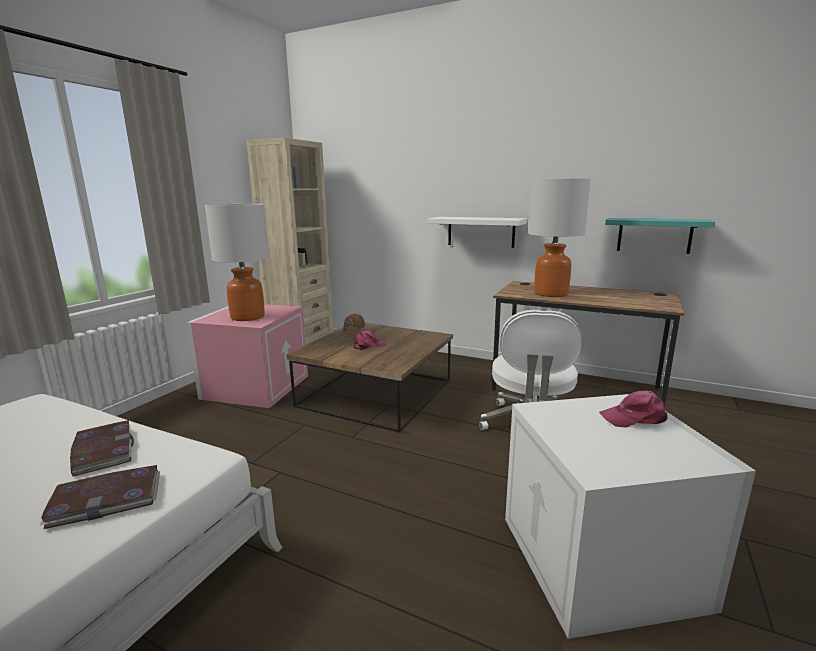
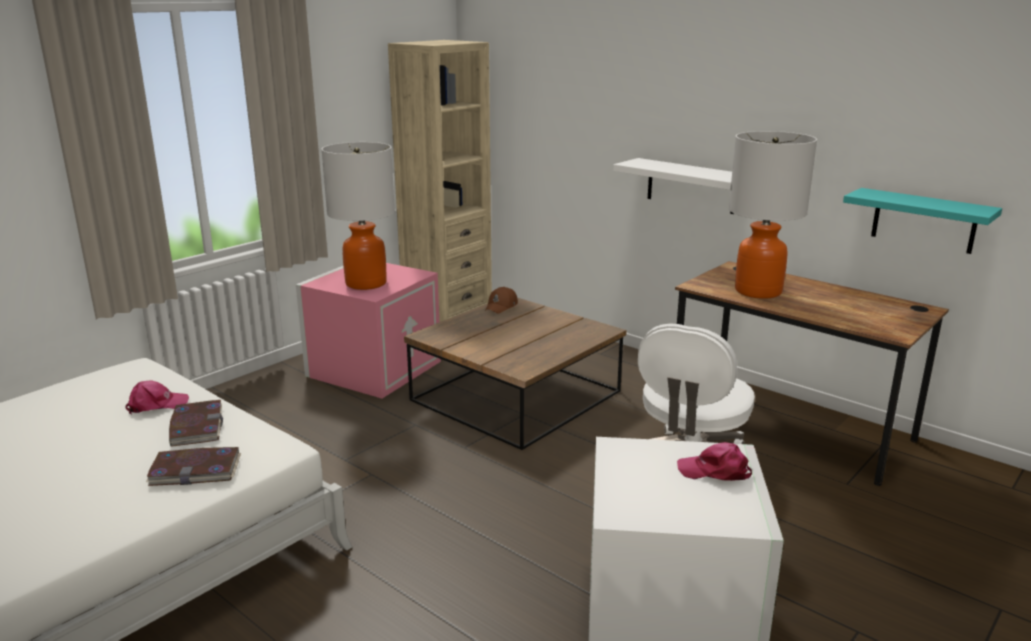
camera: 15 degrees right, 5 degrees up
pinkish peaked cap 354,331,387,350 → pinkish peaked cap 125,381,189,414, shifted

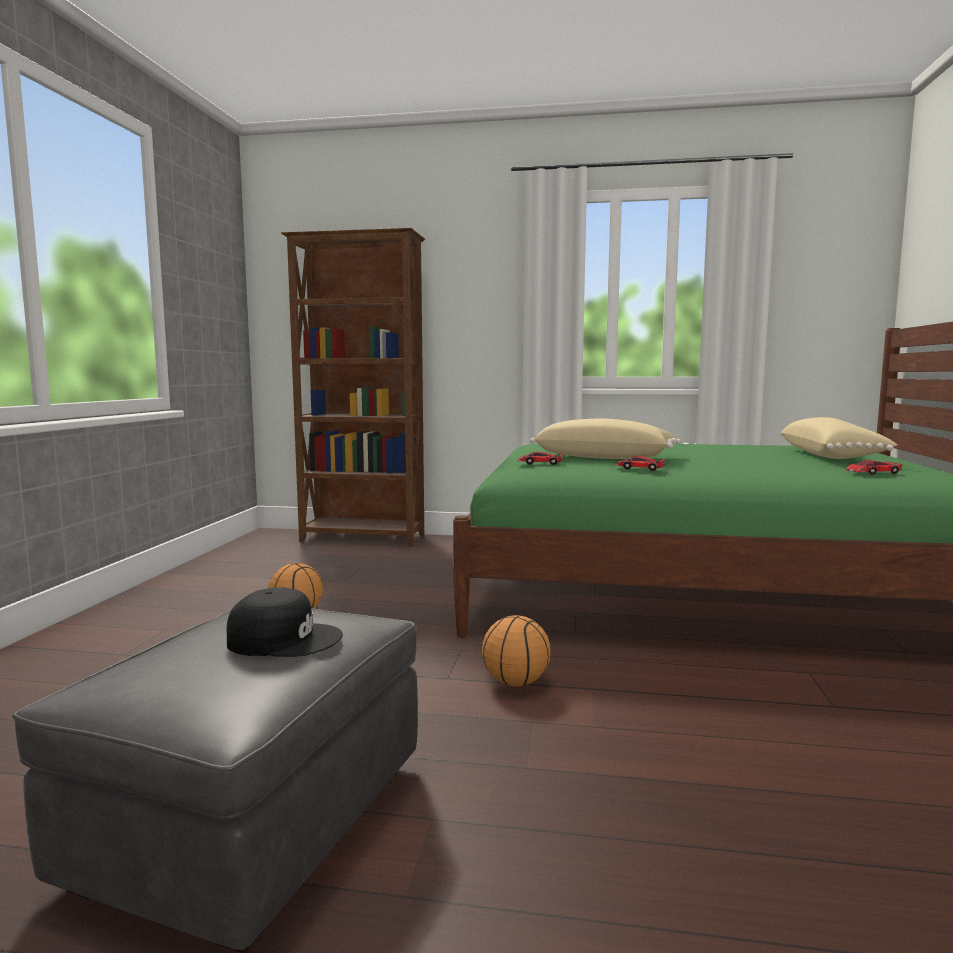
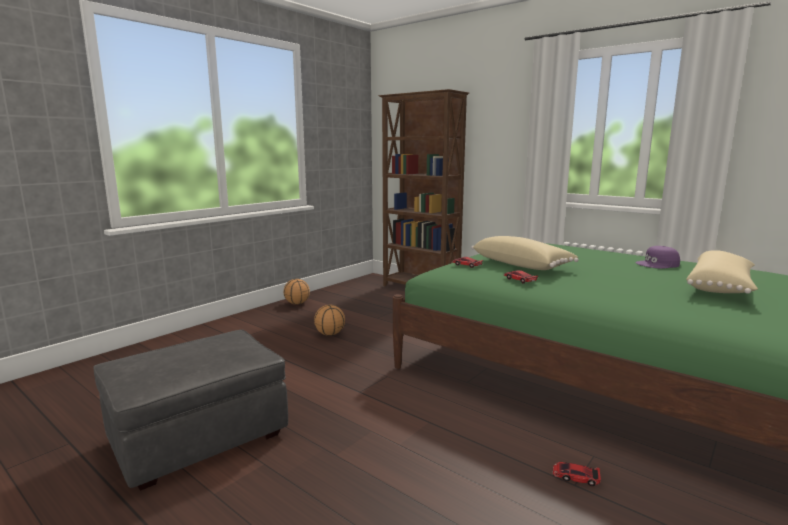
camera: 30 degrees right, 5 degrees up
black-coloured peaked cap 227,587,343,657 → -
- → purple peaked cap 635,246,680,269
ball for basketball 482,615,551,686 → ball for basketball 284,279,310,305, shifted
model car 846,460,903,475 → model car 553,462,601,486, shifted

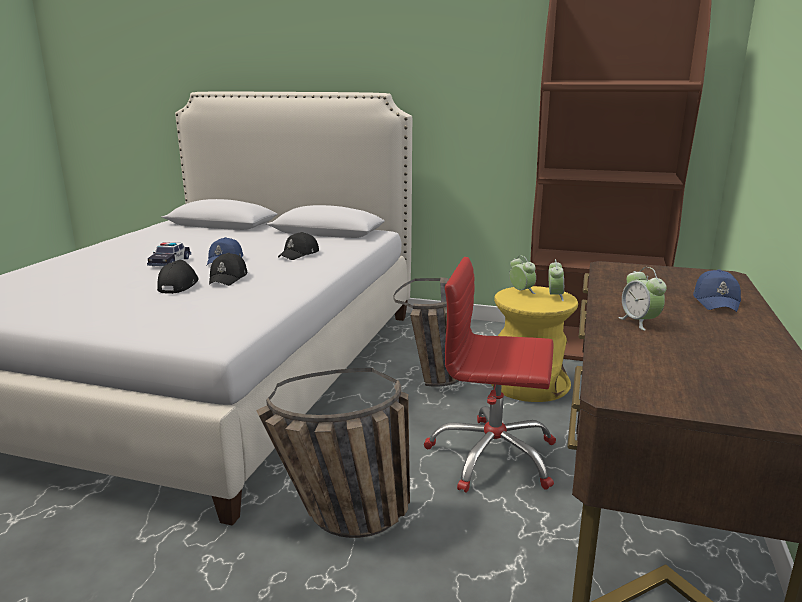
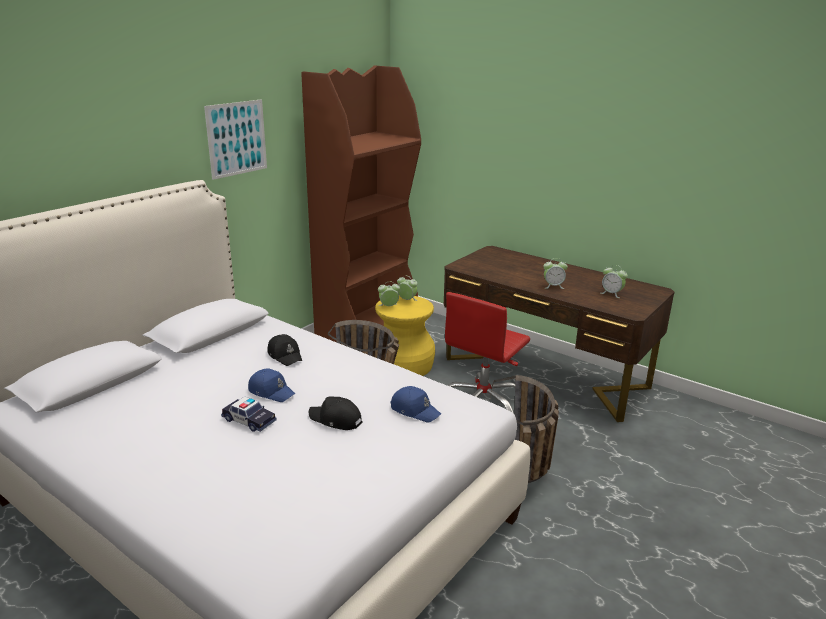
camera: 70 degrees left, 5 degrees up
black-coloured peaked cap 209,253,248,286 → -
- → wall art 204,99,267,180
- → bedside clock 601,265,628,298
blue peaked cap 693,269,741,312 → blue peaked cap 390,386,441,422, shifted

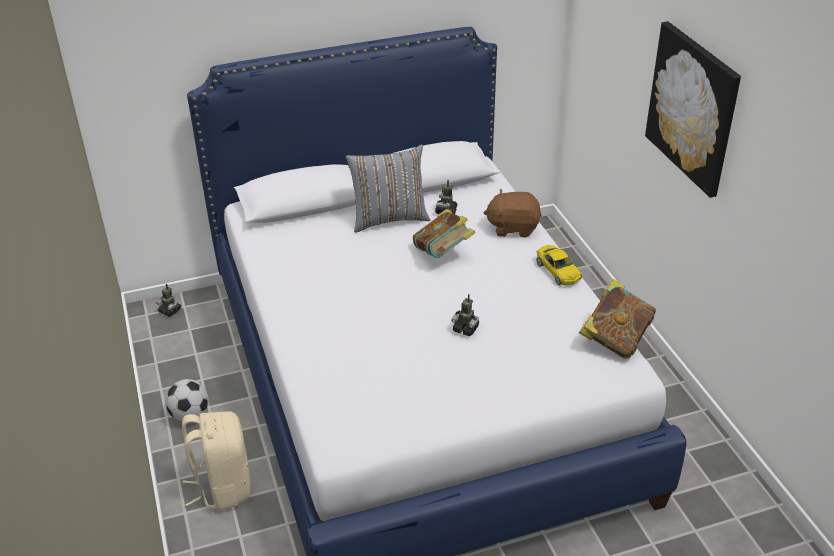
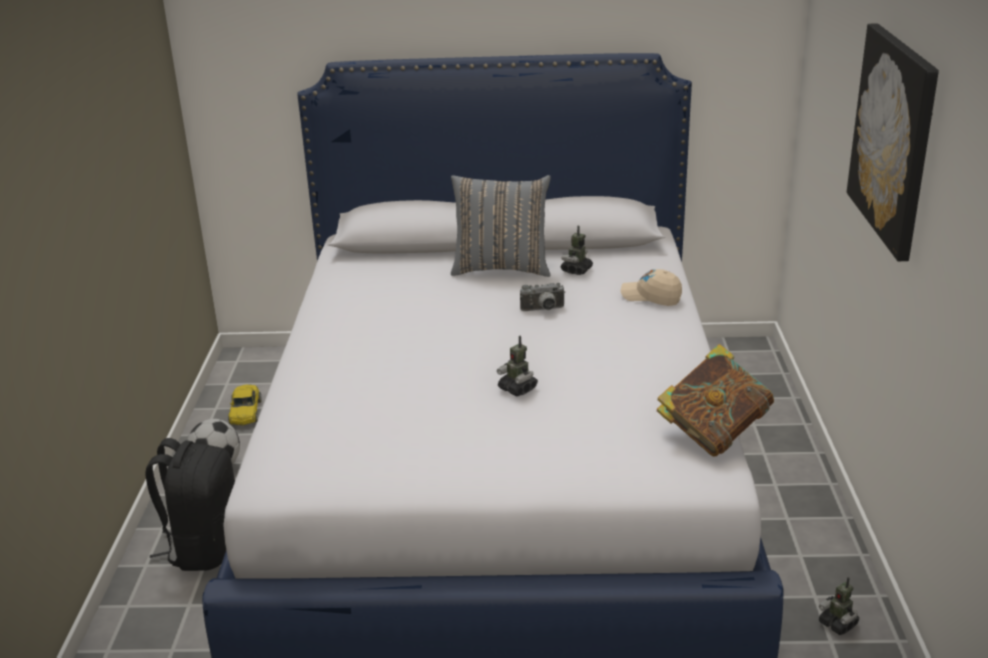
camera: 20 degrees right, 10 degrees down
model robot 156,283,181,317 → model robot 819,577,859,635, shifted
yellow model car 536,245,582,285 → yellow model car 228,385,261,426, shifted
book 413,209,476,258 → photo camera 520,283,565,311
brown soft toy 483,189,542,238 → beige-coloured peaked cap 621,269,682,306
beige-coloured knapsack 182,411,251,510 → black-coloured knapsack 145,438,235,571

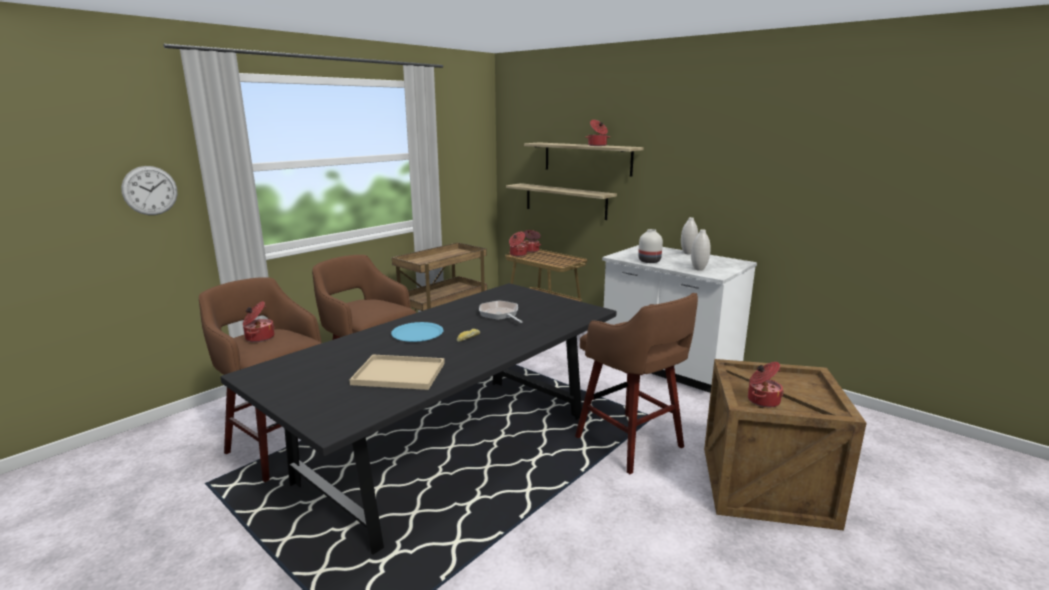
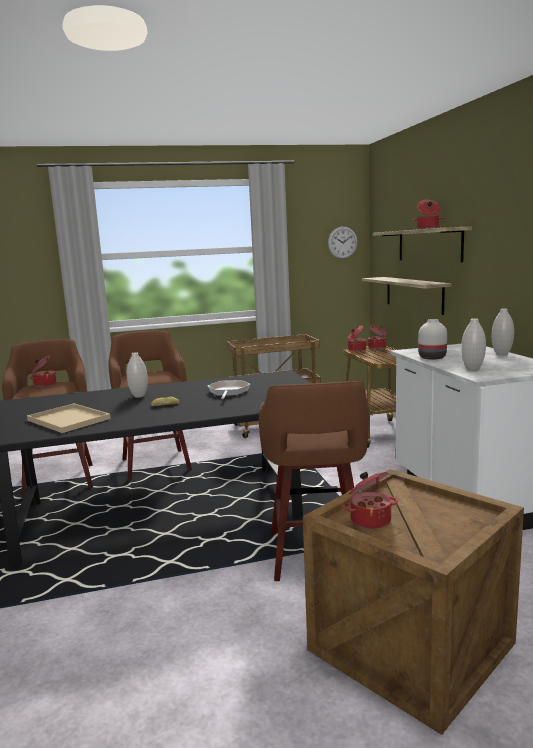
camera: 35 degrees right, 5 degrees down
clock on the wall 121,166,177,215 → clock on the wall 328,226,358,259, shifted
blue dinner plate 391,322,443,342 → white-coloured flower vase 127,352,148,398

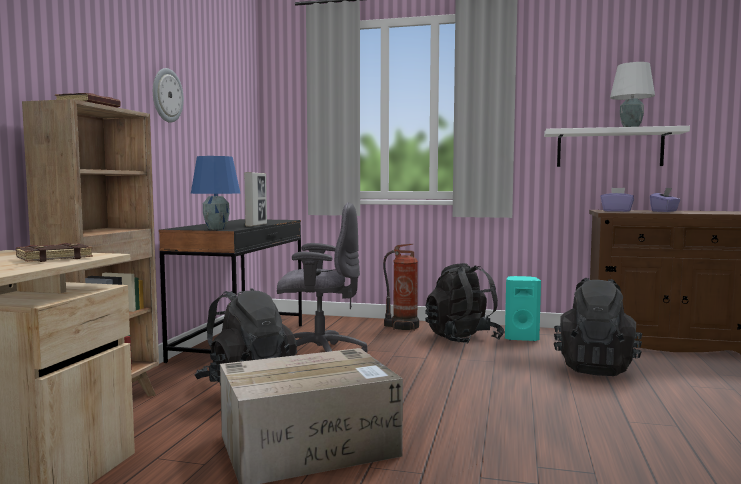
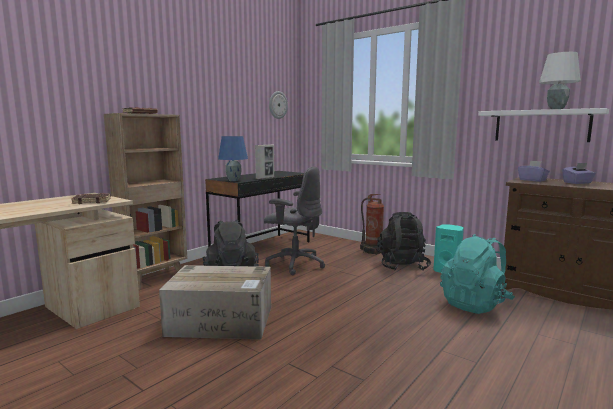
camera: 25 degrees right, 5 degrees up
clock on the wall 153,68,184,123 → clock on the wall 269,91,288,119, shifted
black-coloured knapsack 554,278,642,376 → blue-green knapsack 440,234,515,314

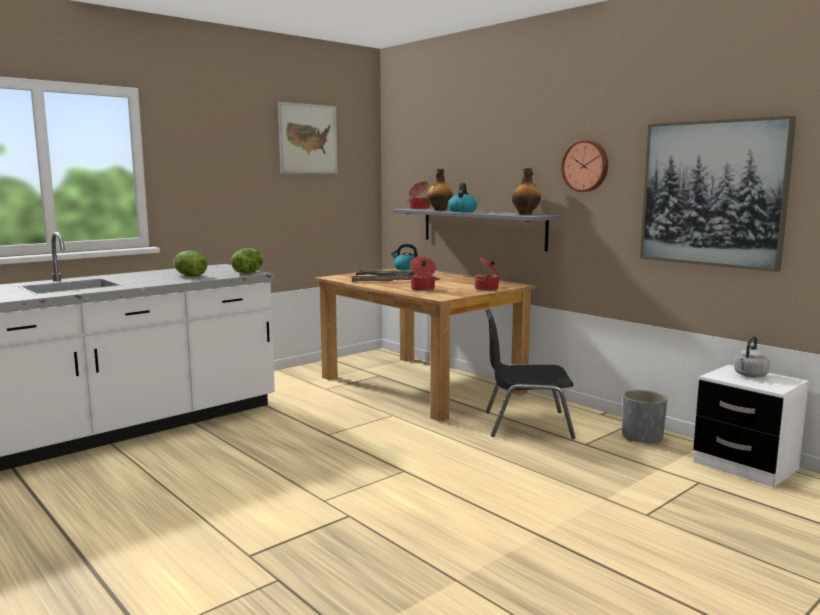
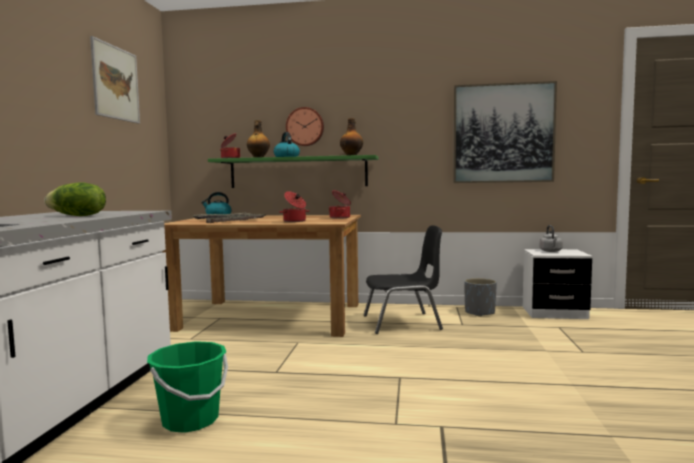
camera: 40 degrees left, 5 degrees down
lettuce head 231,248,264,274 → -
- → green-coloured pail 147,341,228,433
clock on the wall 561,140,608,192 → clock on the wall 286,107,324,146, shifted
grey bracket shelf 393,208,560,251 → green-coloured bracket shelf 208,155,379,188
black-coloured chair 486,309,576,439 → black-coloured chair 364,225,443,334, 150 degrees counterclockwise

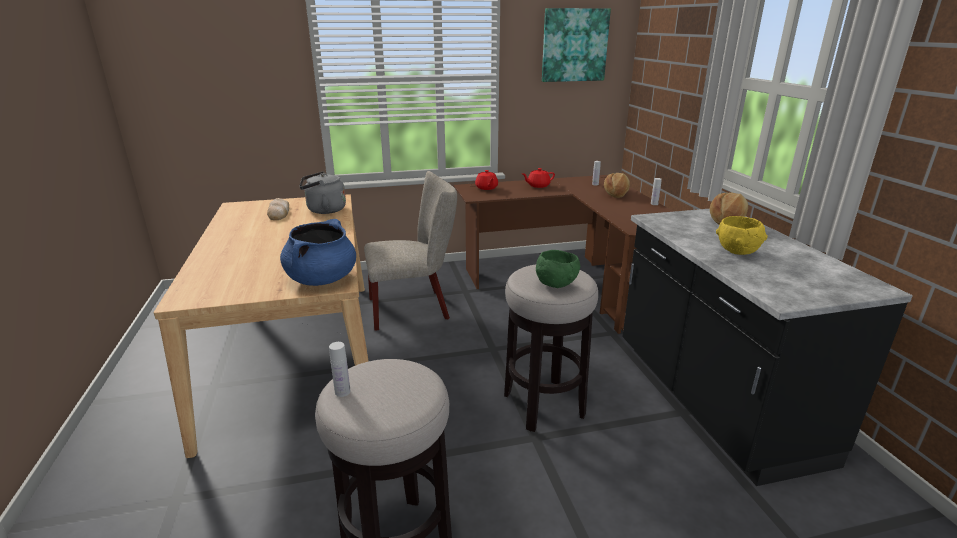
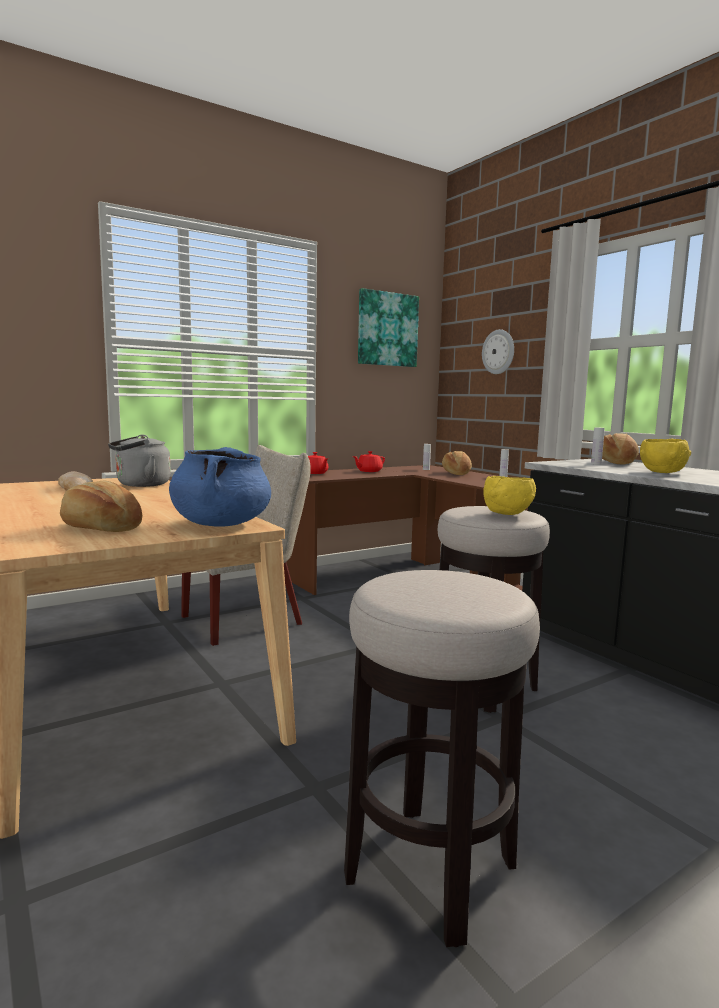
camera: 20 degrees left, 15 degrees down
- → bakery bread 60,481,142,532
- → clock on the wall 482,329,514,374
white-coloured beverage bottle 329,342,350,397 → white-coloured beverage bottle 591,427,605,465, shifted
green-coloured bowl 536,250,580,288 → yellow bowl 483,476,536,515

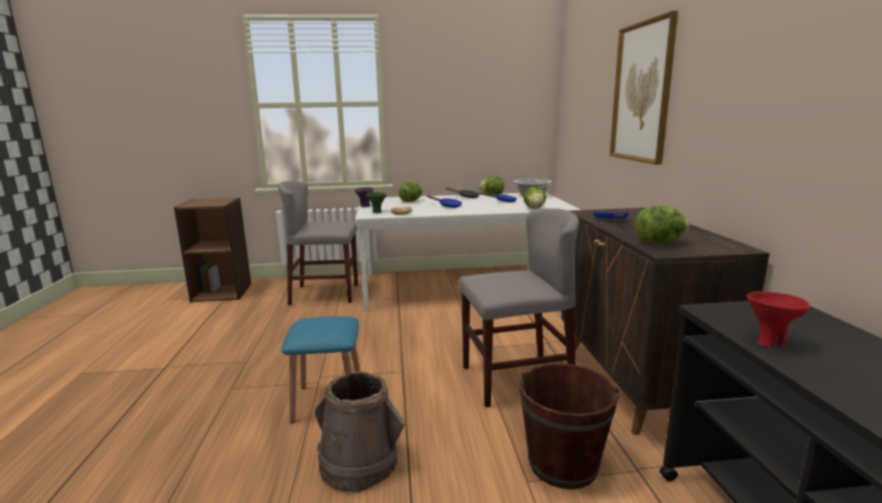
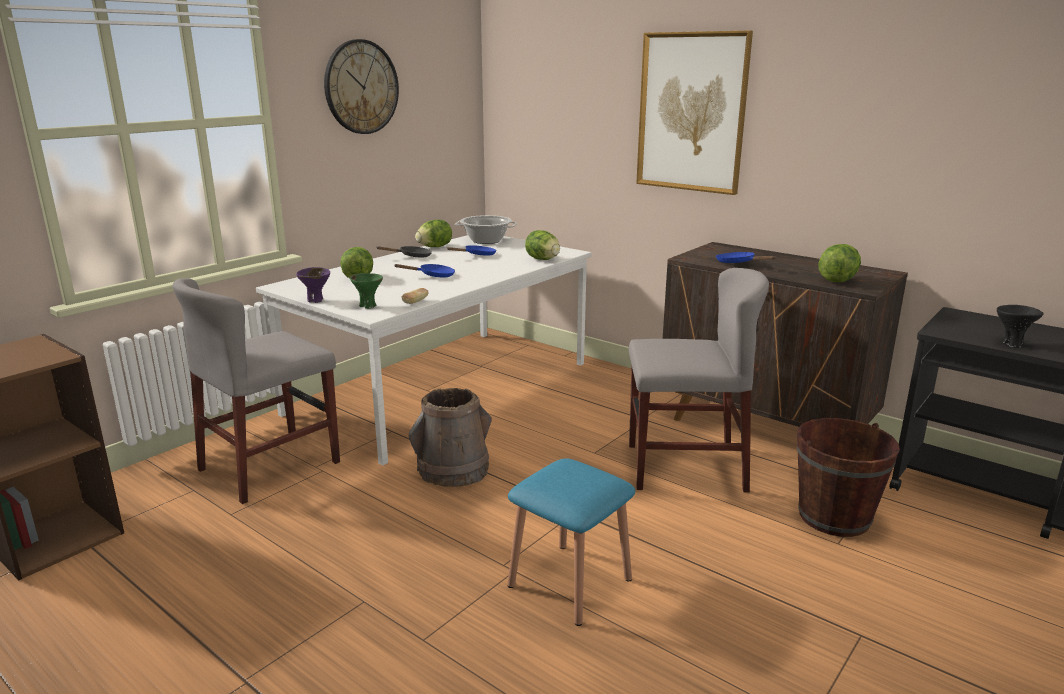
camera: 45 degrees left, 5 degrees up
- → clock on the wall 324,39,399,134
brown pail 315,371,405,493 → brown pail 409,388,492,487, shifted
reddish bowl 747,291,810,348 → black-coloured bowl 997,305,1044,348
grey chair 458,209,579,407 → grey chair 629,268,769,493, 60 degrees clockwise

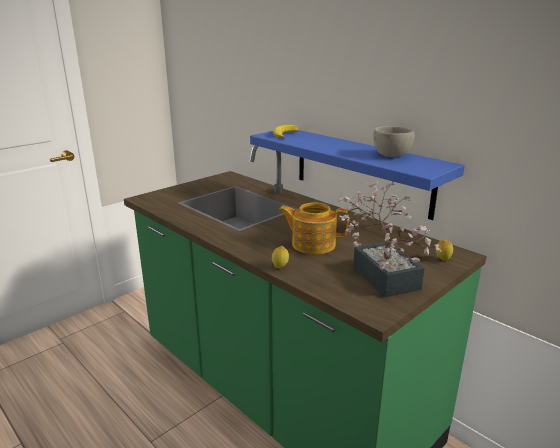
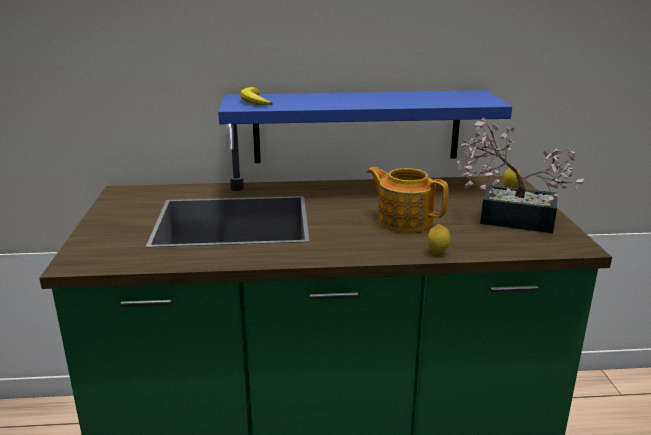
camera: 50 degrees left, 0 degrees up
grey bowl 373,126,414,157 → -
pot for tea 278,203,349,254 → pot for tea 367,167,448,233, 75 degrees clockwise

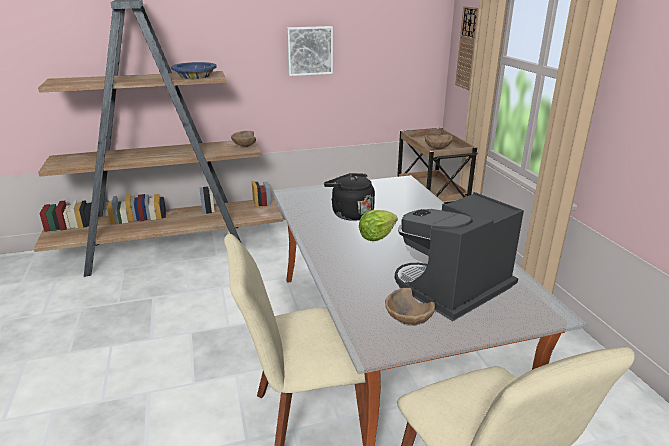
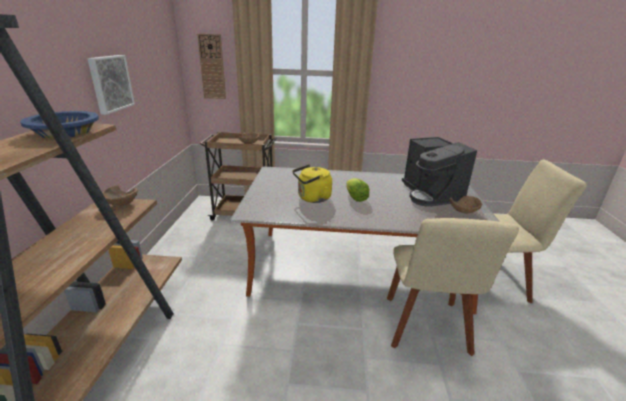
camera: 70 degrees left, 0 degrees up
black-coloured tea kettle 324,173,375,221 → yellow tea kettle 292,164,332,203

